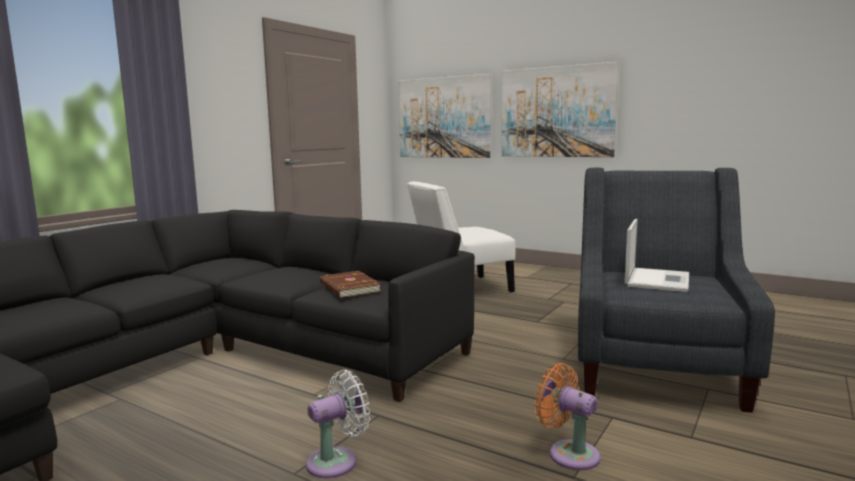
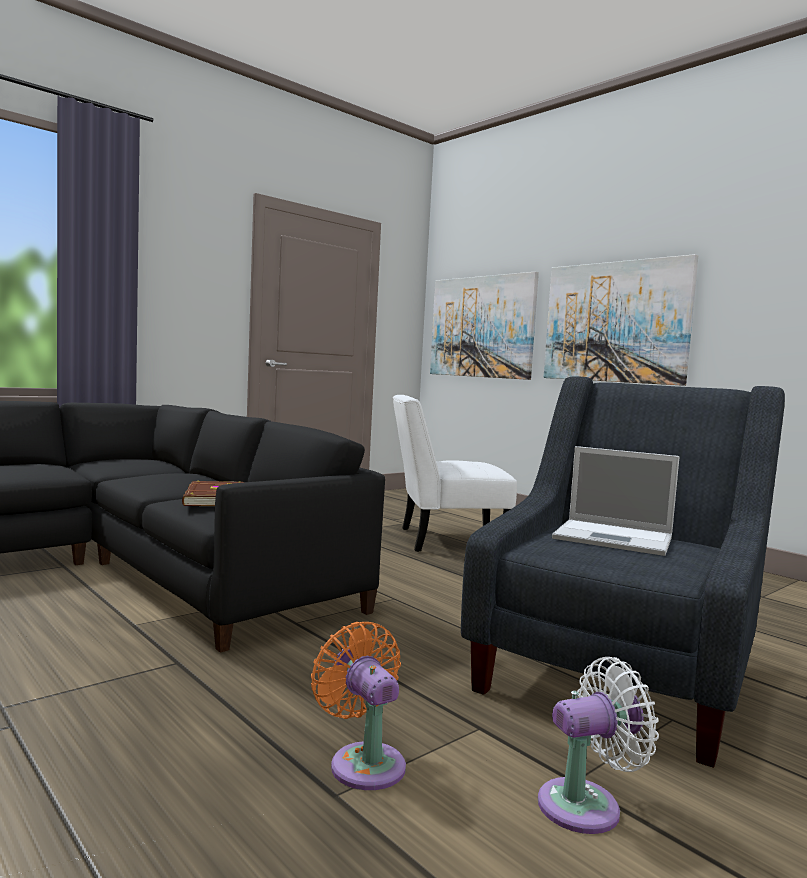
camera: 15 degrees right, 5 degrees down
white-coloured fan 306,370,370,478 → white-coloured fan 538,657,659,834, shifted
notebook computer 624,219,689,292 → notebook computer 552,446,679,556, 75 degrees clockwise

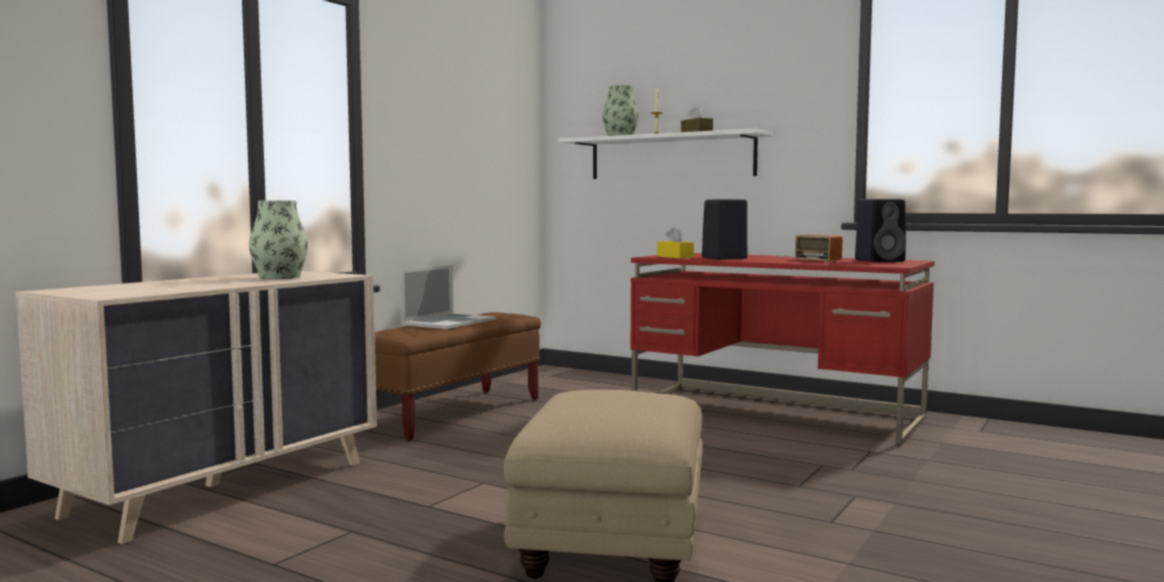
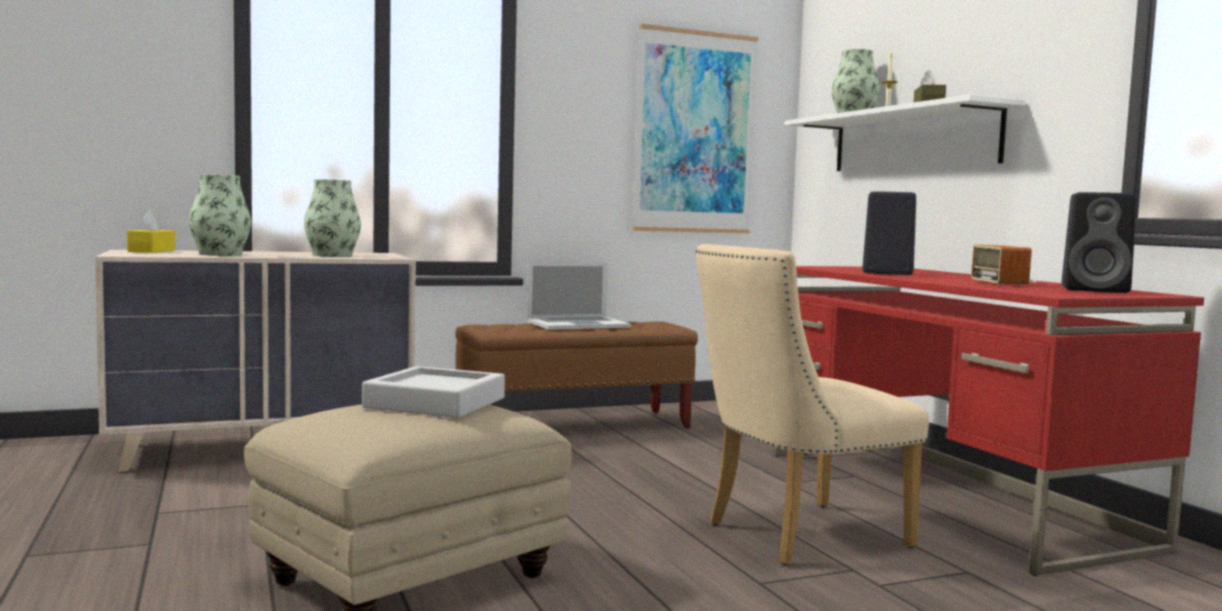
camera: 35 degrees right, 0 degrees up
- → flower vase 189,174,251,256
- → grey tray 362,366,505,418
- → wall art 632,24,758,233
- → beige-coloured chair 696,244,929,566
yellow tissue box 657,227,694,258 → yellow tissue box 127,211,175,253, shifted

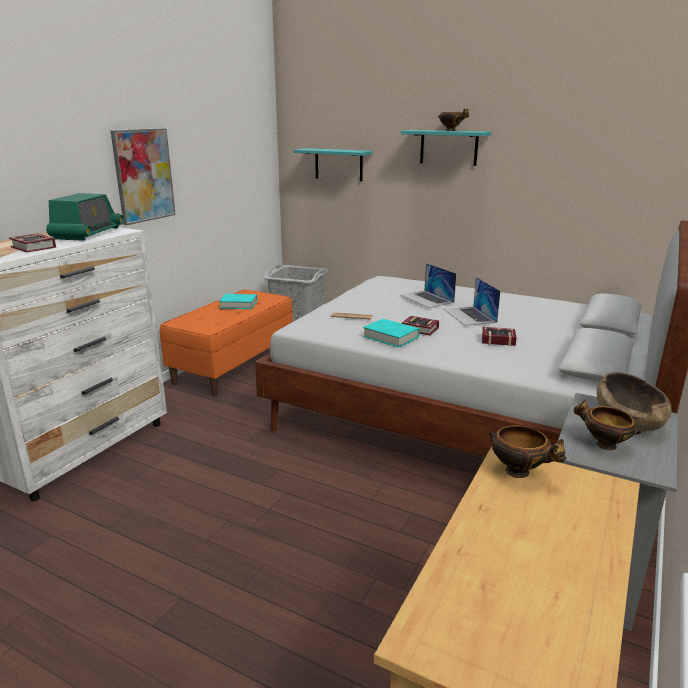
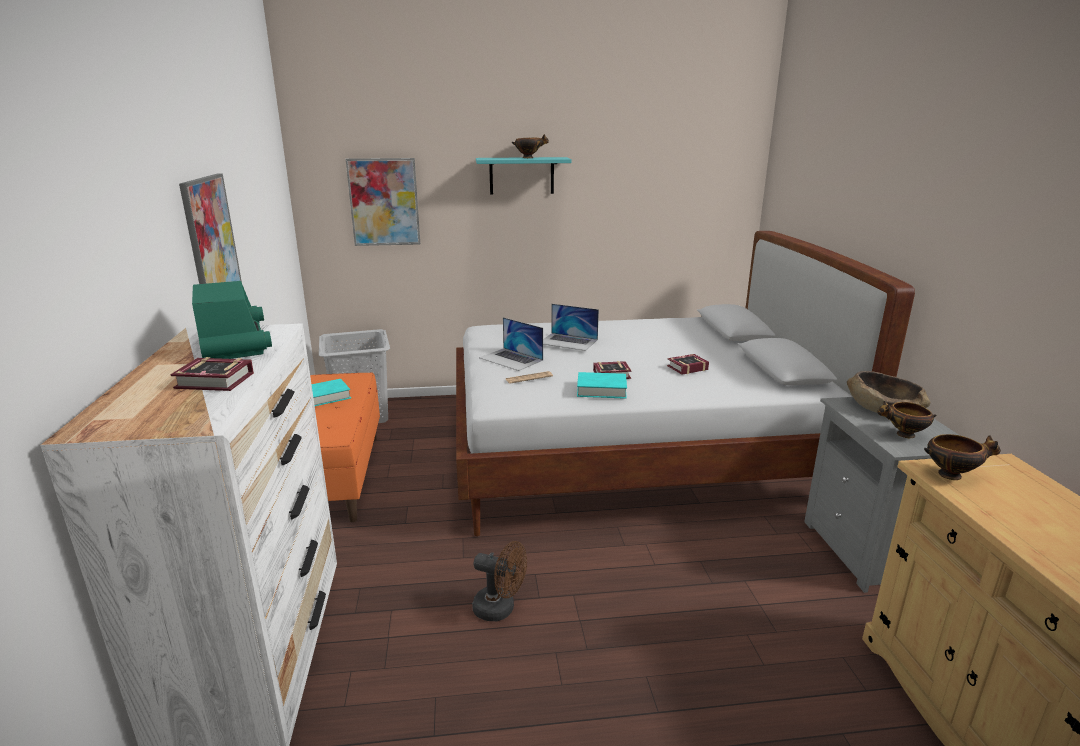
camera: 35 degrees left, 0 degrees up
- → brown fan 473,541,527,621
notebook computer 444,277,501,326 → notebook computer 479,317,543,371, shifted
blue-green bracket shelf 294,148,373,181 → wall art 346,158,420,246

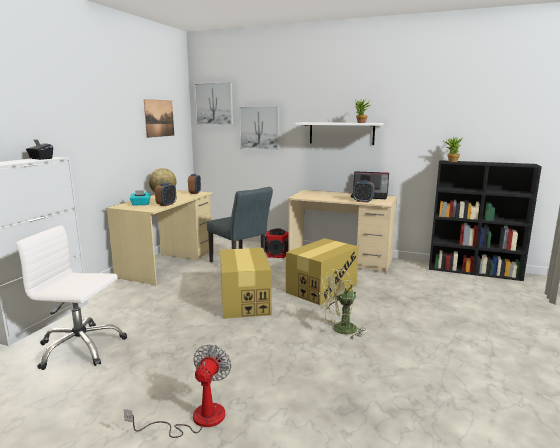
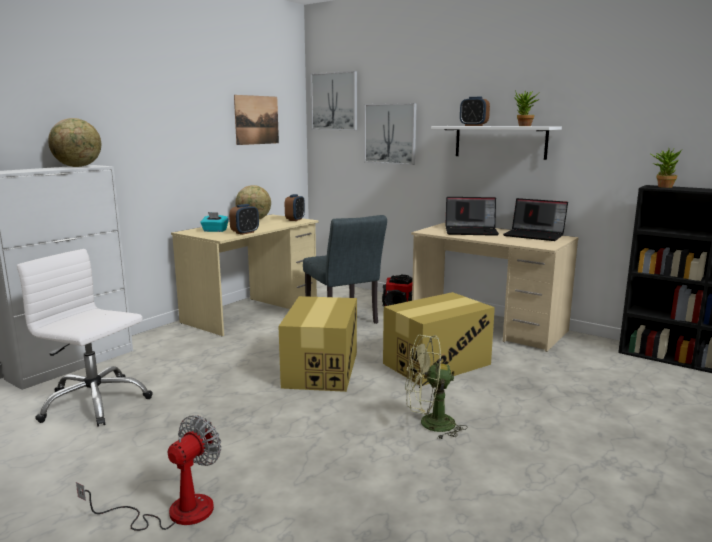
camera: 15 degrees right, 0 degrees up
- → notebook computer 445,197,499,236
bedside clock 353,180,374,203 → bedside clock 460,97,490,126, shifted
black-coloured tissue box 26,139,53,160 → globe 48,118,101,167

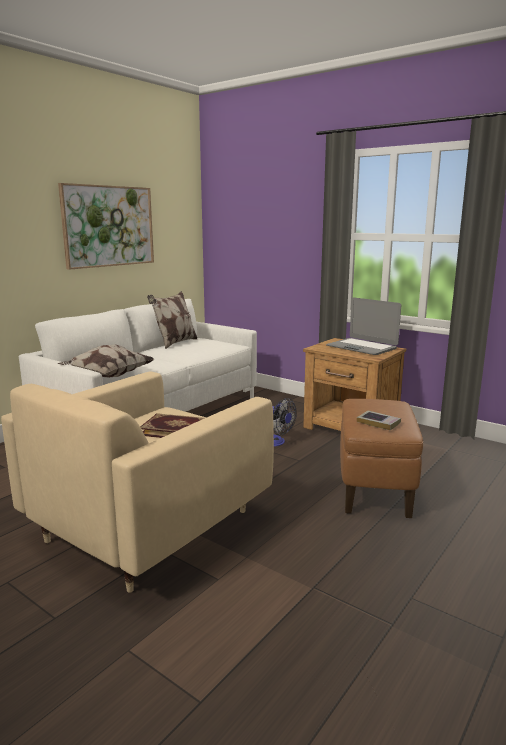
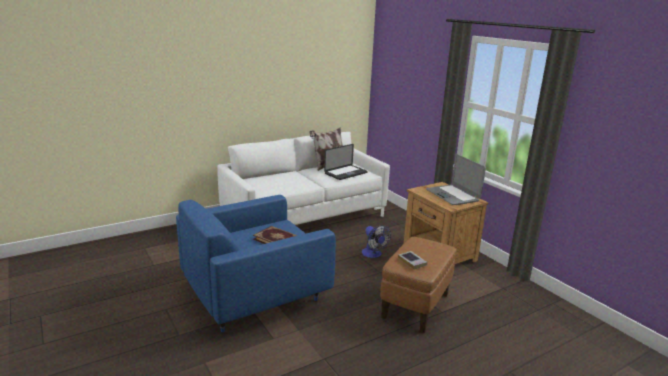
camera: 20 degrees right, 5 degrees up
wall art 58,183,154,270 → -
pillow 58,344,154,378 → -
- → notebook computer 324,144,367,180
beige-coloured armchair 1,371,274,593 → blue armchair 176,195,336,332

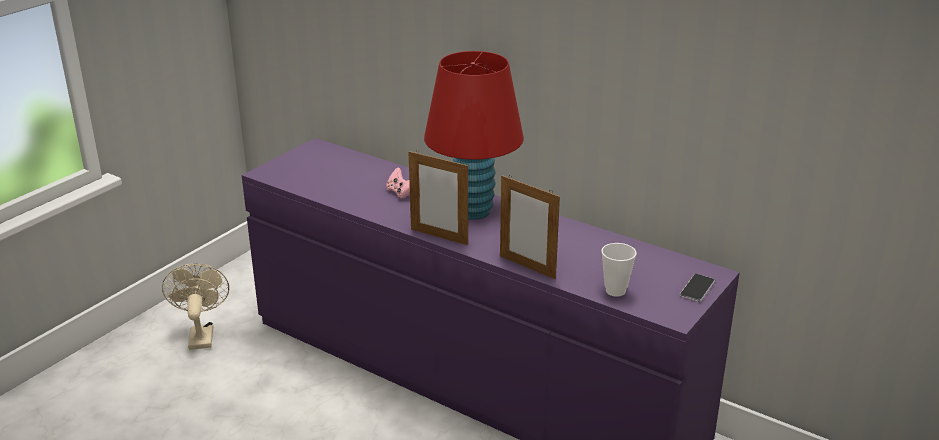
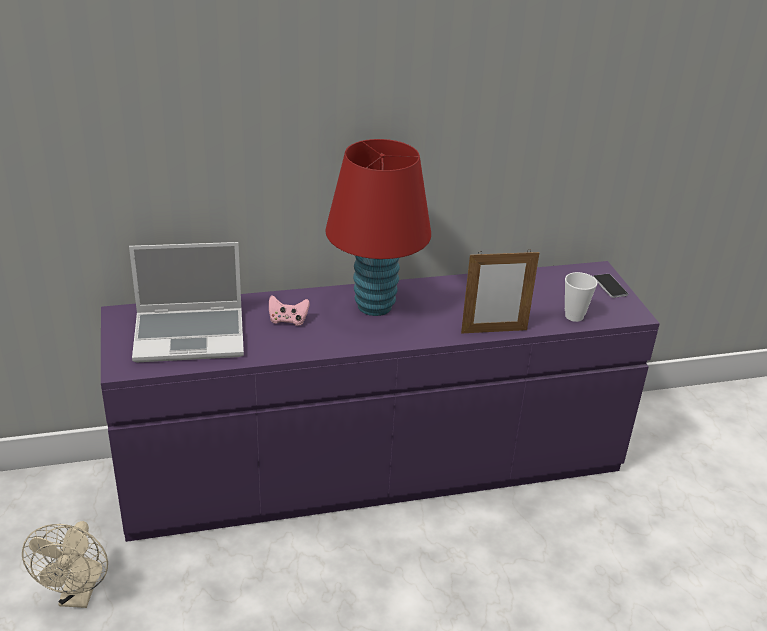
camera: 50 degrees left, 5 degrees up
standing frame 409,150,468,245 → -
- → notebook computer 129,242,244,362
beige-coloured fan 162,263,229,350 → beige-coloured fan 22,521,108,608, 120 degrees counterclockwise

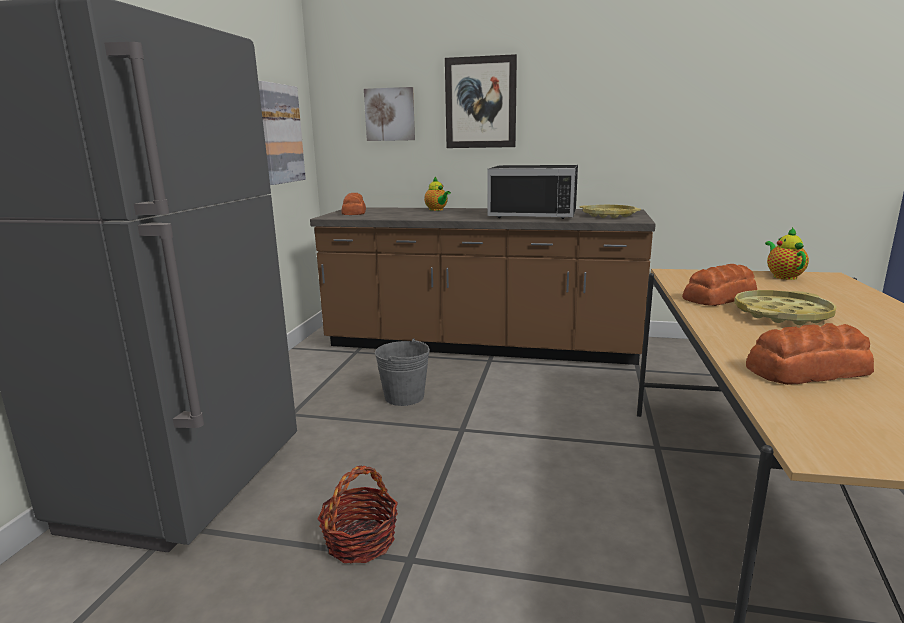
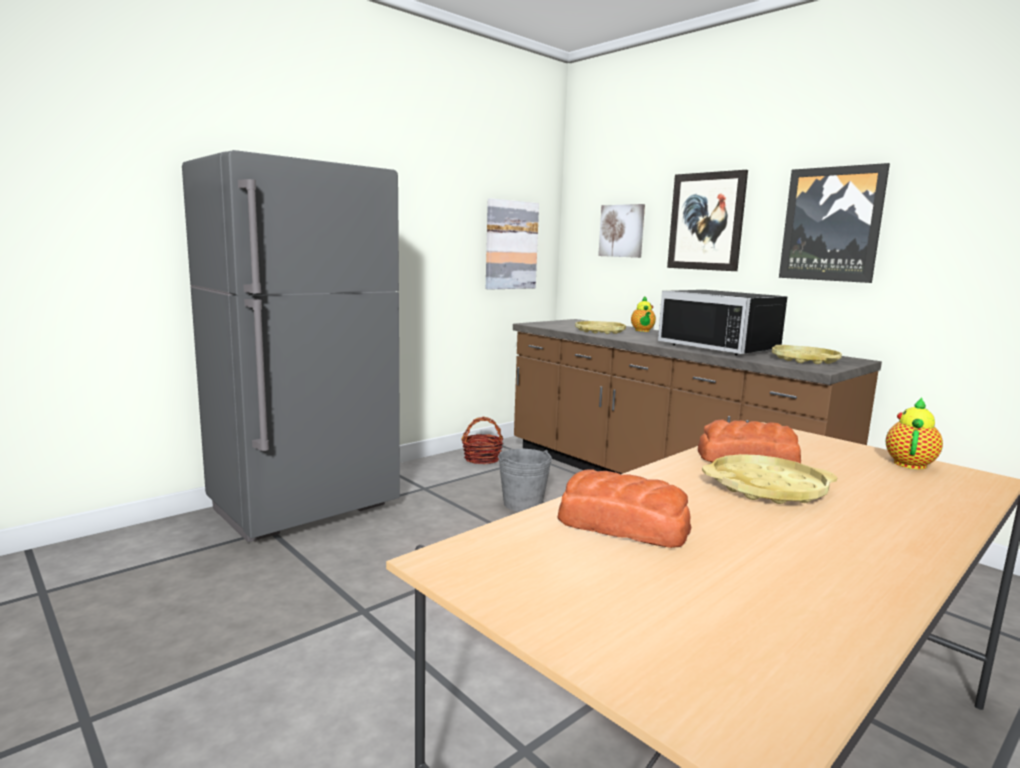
camera: 35 degrees right, 5 degrees down
bakery bread 341,193,366,215 → -
- → yellow tray 575,321,626,334
- → wall art 779,163,890,283
basket 317,466,398,563 → basket 461,417,503,464, shifted

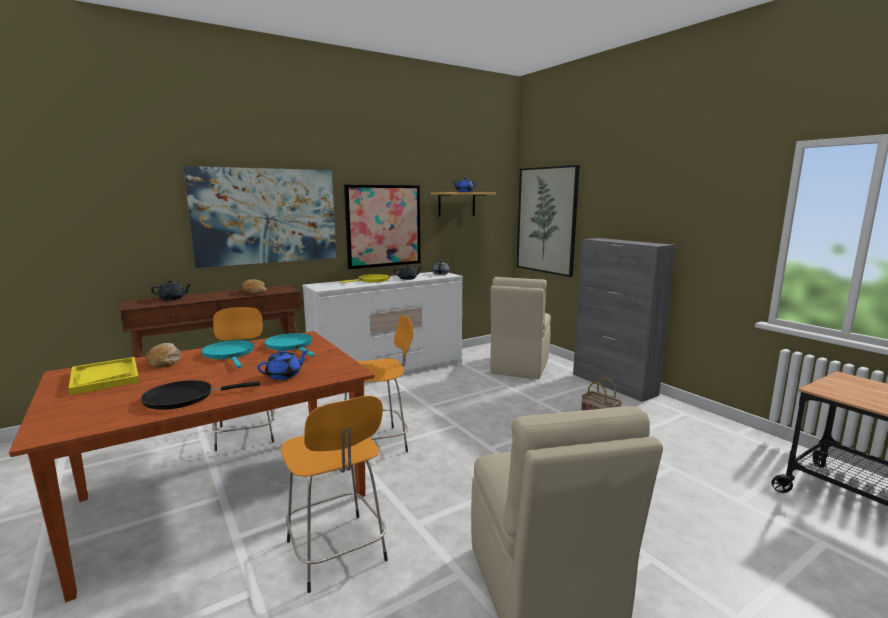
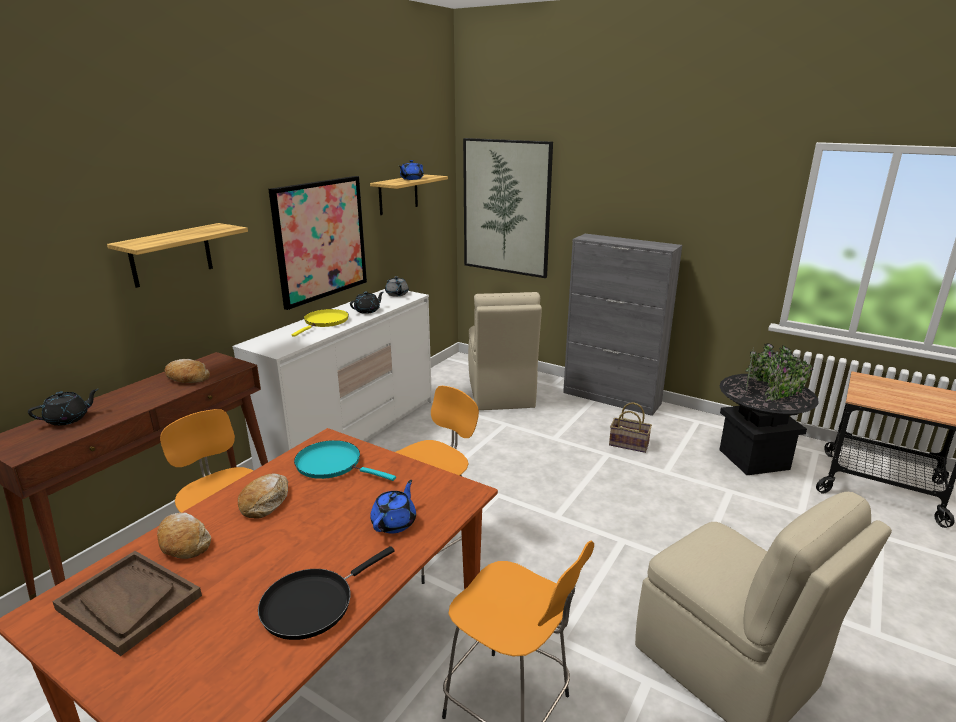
camera: 25 degrees left, 10 degrees up
- → black-coloured flower pot 719,343,819,475
wall art 183,166,336,268 → bracket shelf 107,223,248,288
blue-green skillet 201,340,254,368 → bakery bread 238,474,288,519
yellow tray 68,357,139,395 → brown tray 52,551,202,656

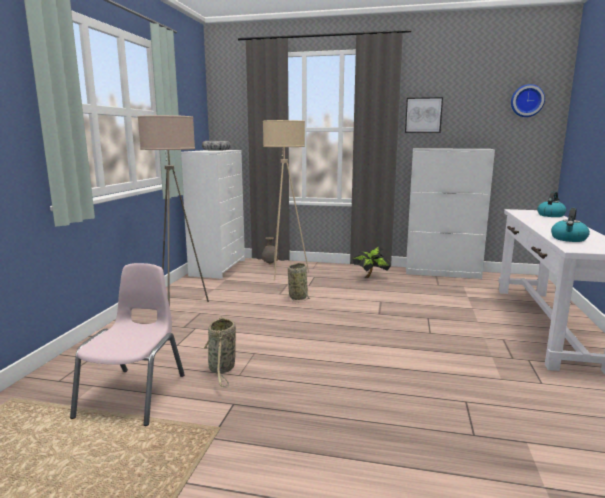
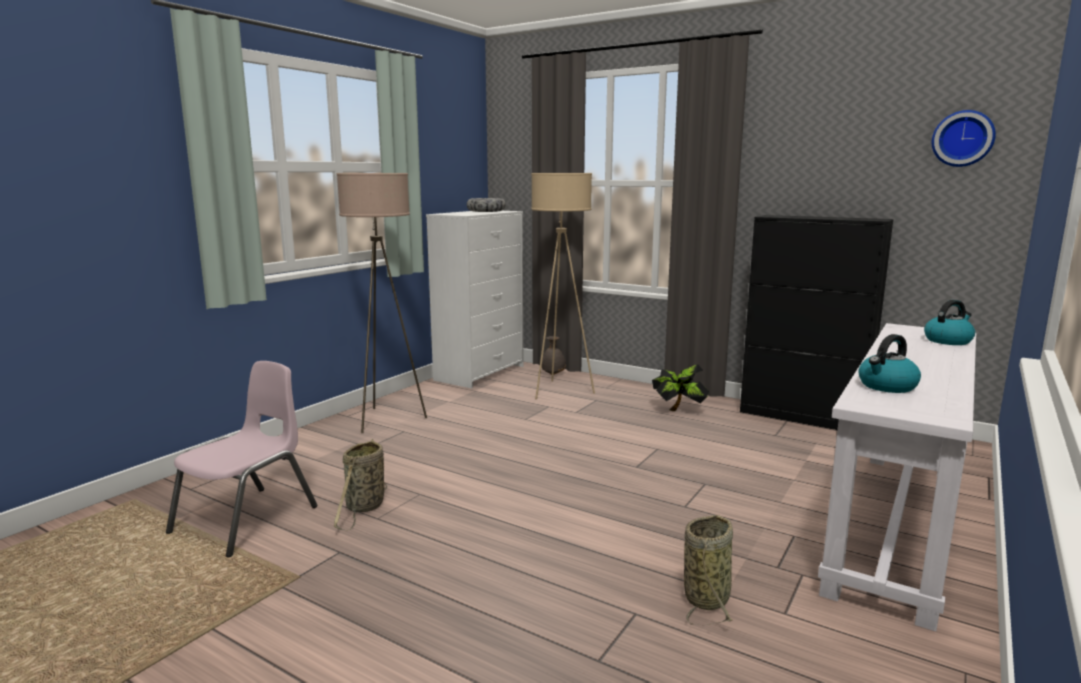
camera: 20 degrees right, 0 degrees up
wall art 405,97,443,133 → -
basket 288,263,310,303 → basket 684,515,733,625, shifted
white-coloured cupboard 406,148,495,279 → black-coloured cupboard 740,215,893,430

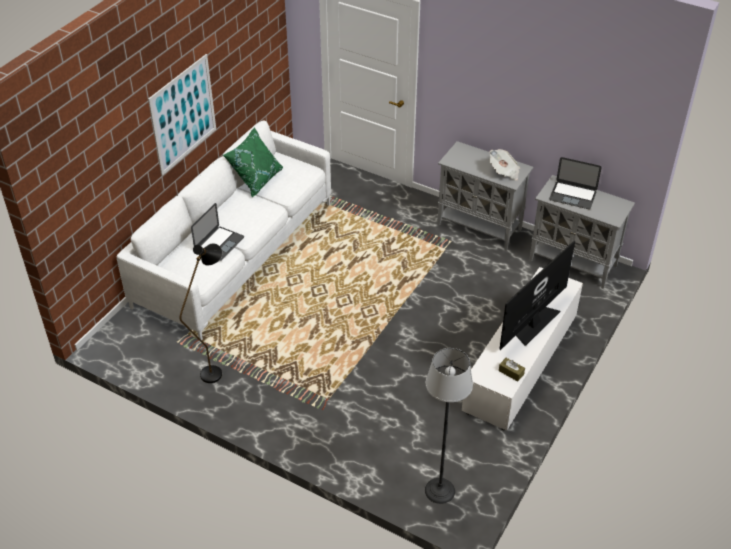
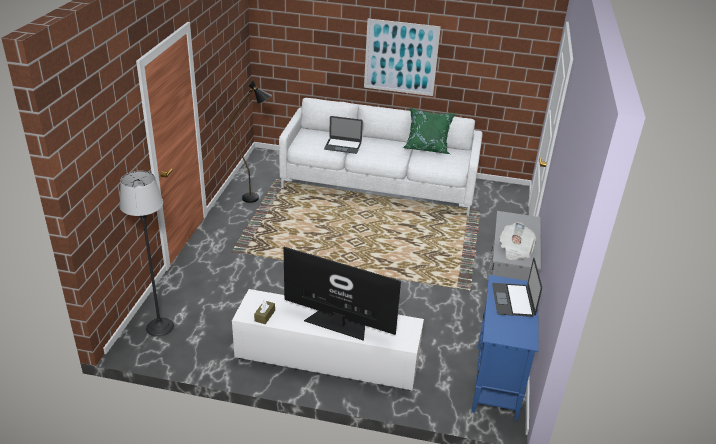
camera: 70 degrees right, 10 degrees down
grey cupboard 529,175,635,289 → blue cupboard 471,275,539,421

